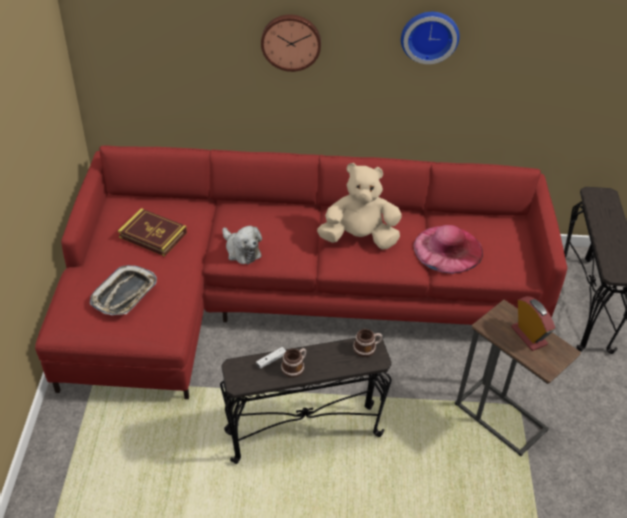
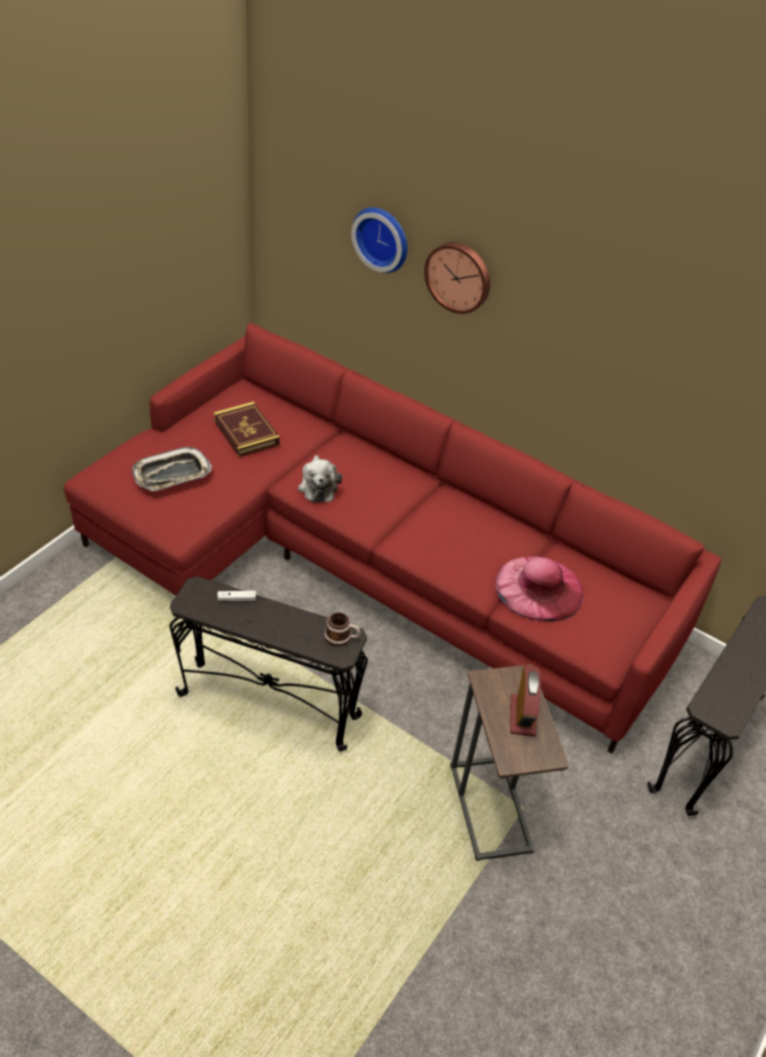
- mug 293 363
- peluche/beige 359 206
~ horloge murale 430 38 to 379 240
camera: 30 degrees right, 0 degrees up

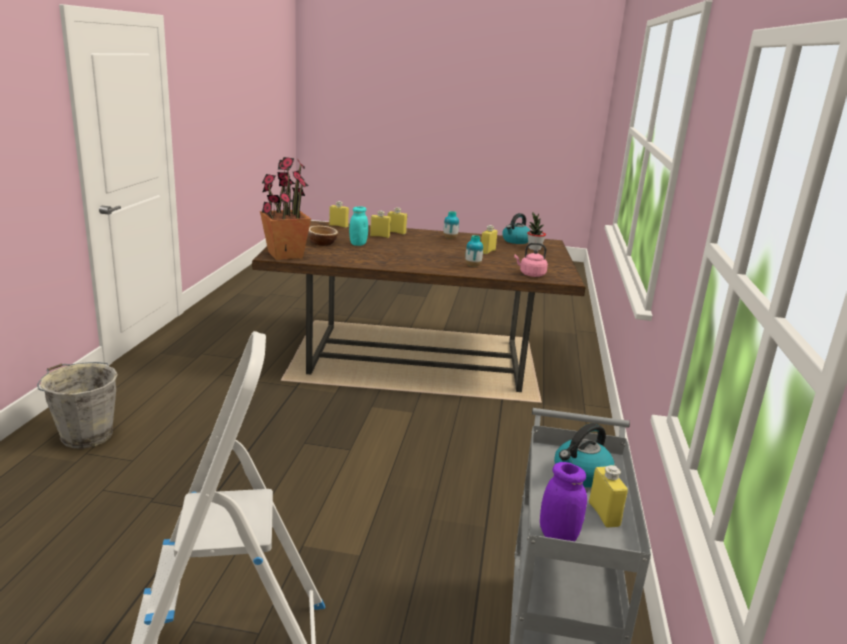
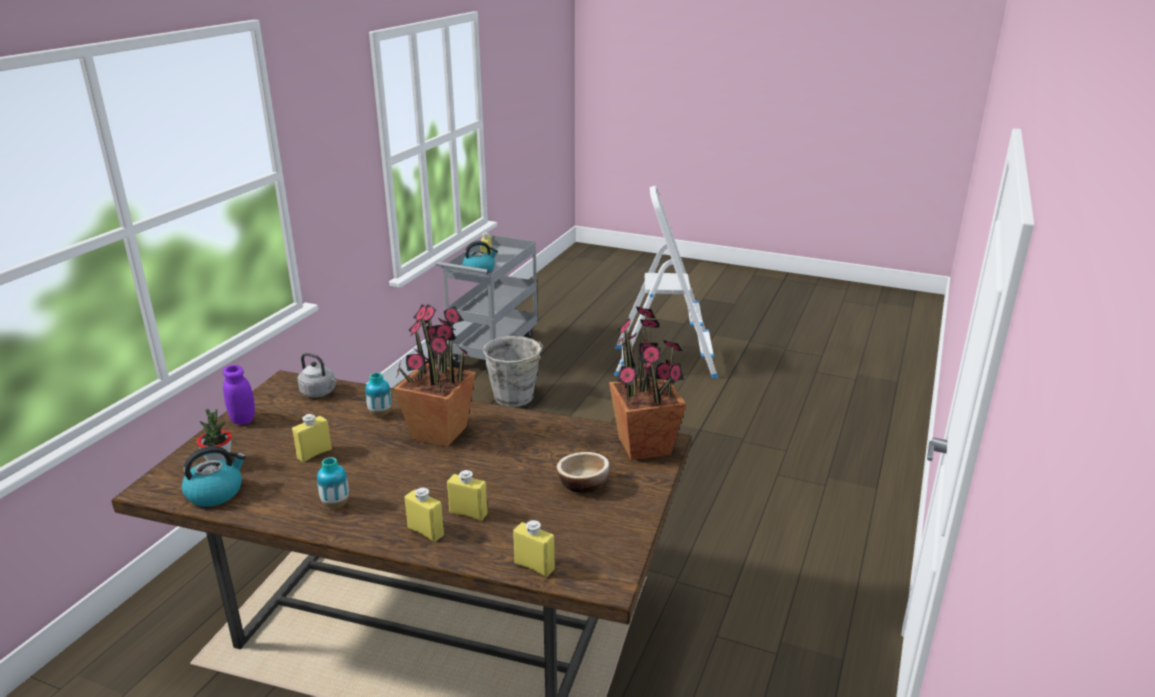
~ seau/gris 77 405 to 513 371
- bocal/turquoise 358 226
~ bouilloire/rose 531 260 to bouilloire/gris 317 375
~ bocal/violet 563 501 to 239 395
+ plante en pot 435 375
camera: 165 degrees left, 5 degrees up

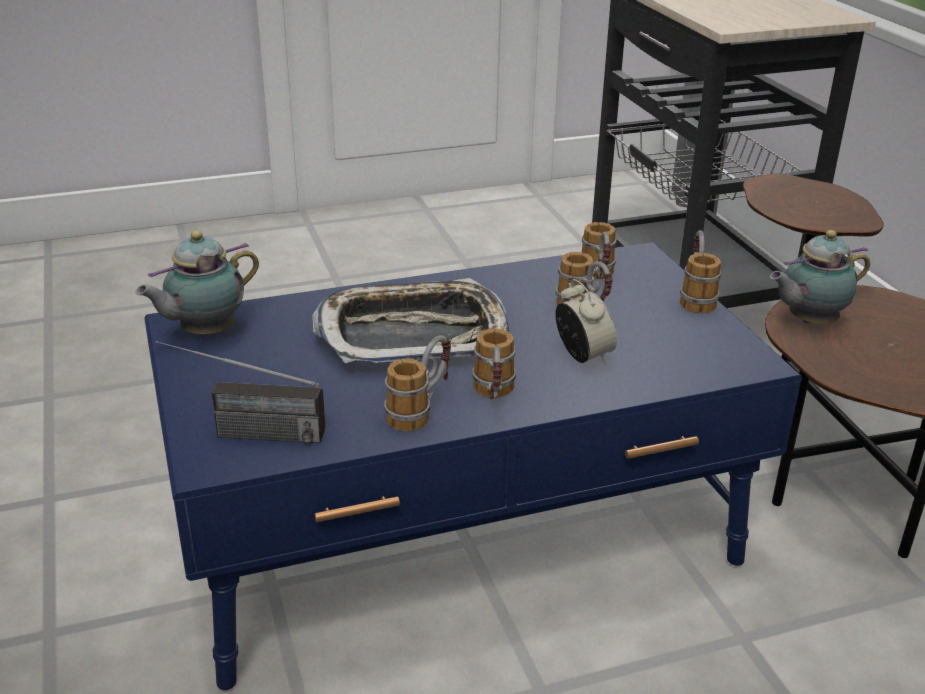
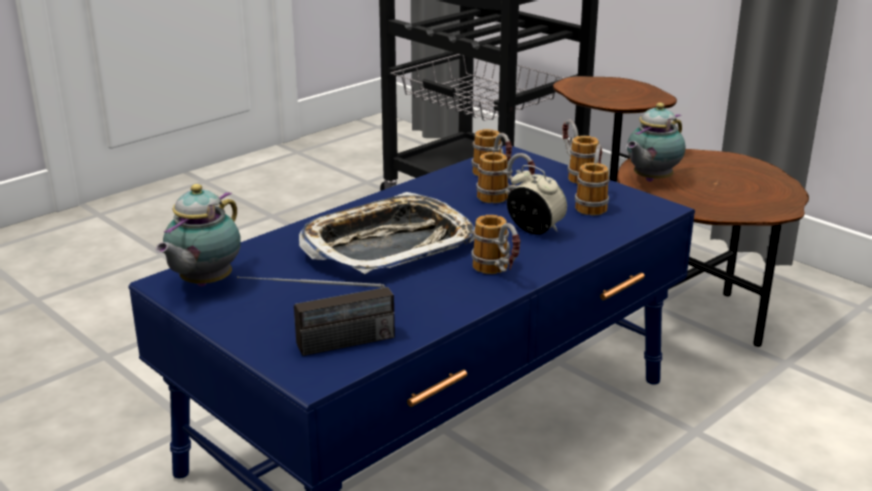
~ mug 417 383 to 592 179
camera: 25 degrees left, 5 degrees down

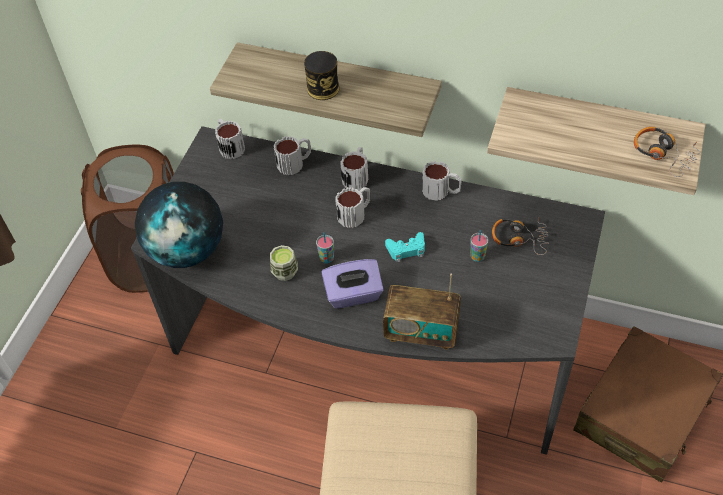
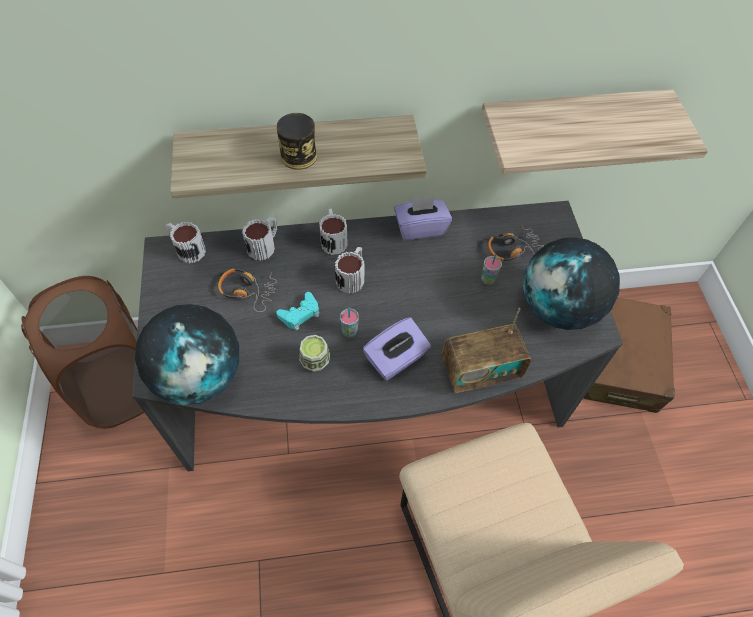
~ manette/turquoise 405 247 to 297 311
~ mug 442 181 to boîte à mouchoirs/violet 423 218
~ casque audio 667 152 to 247 290
+ globe 571 283
camera: 30 degrees left, 5 degrees up

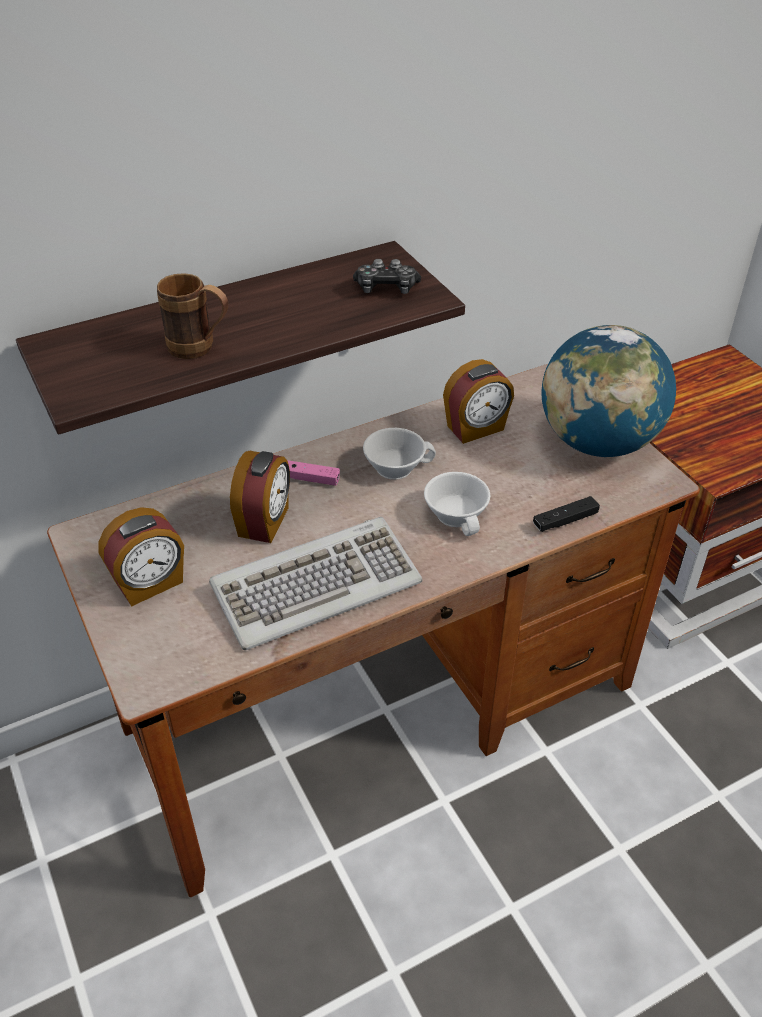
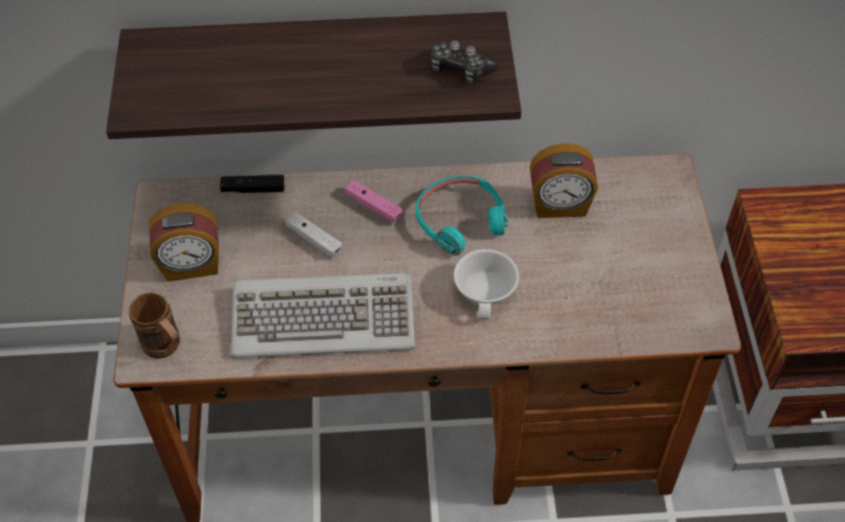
~ mug/marron 192 316 to 154 325
~ réveil 260 497 to manette/blanc 313 235
~ tasse/blanc 399 454 to casque audio/turquoise 462 215
~ manette/noir 566 514 to 252 184
- globe 609 391
camera: 25 degrees right, 10 degrees up

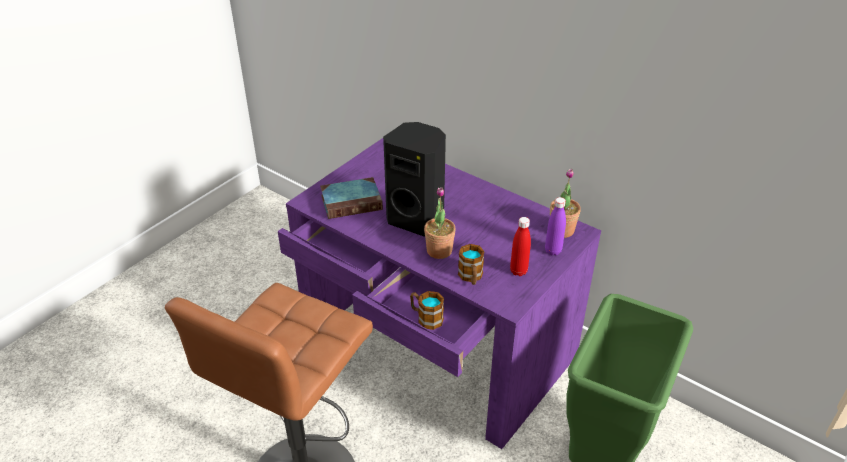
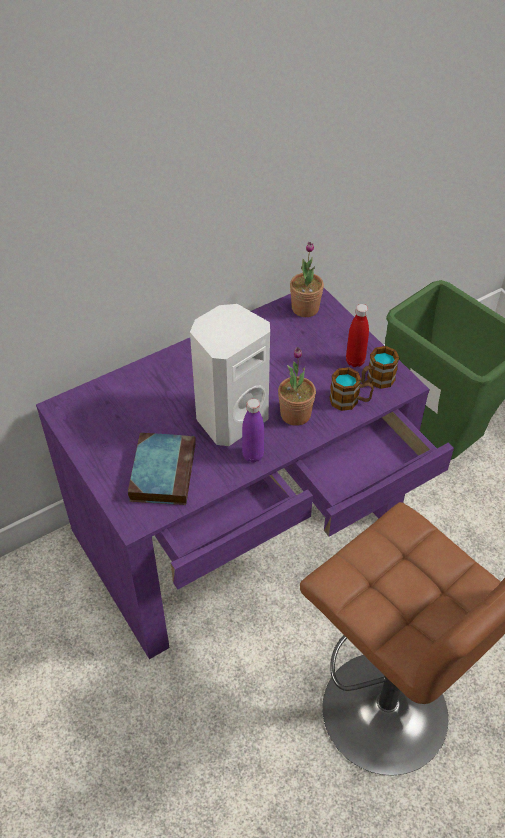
~ enceinte/noir 414 179 to enceinte/blanc 230 375
~ mug 427 310 to 380 367
~ bouteille/violet 555 226 to 253 431
camera: 70 degrees left, 10 degrees up

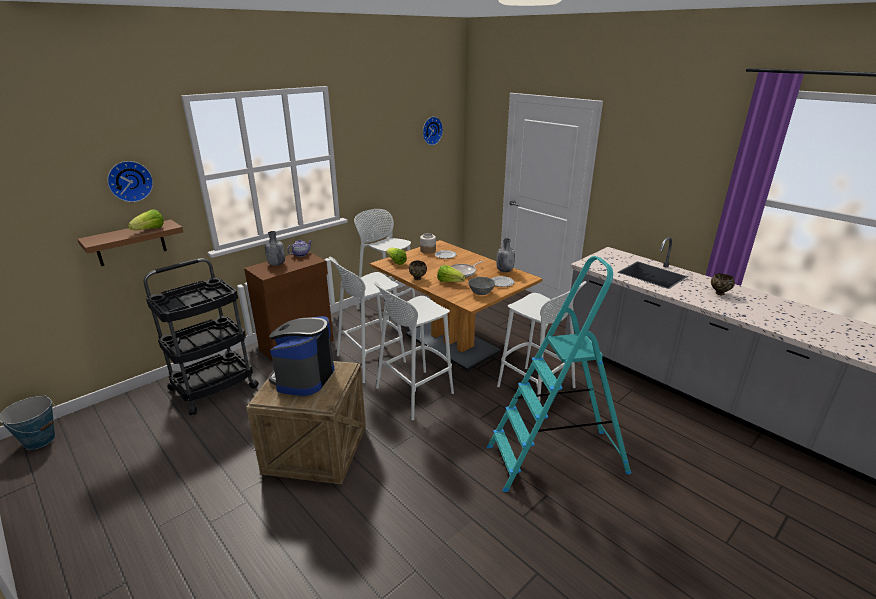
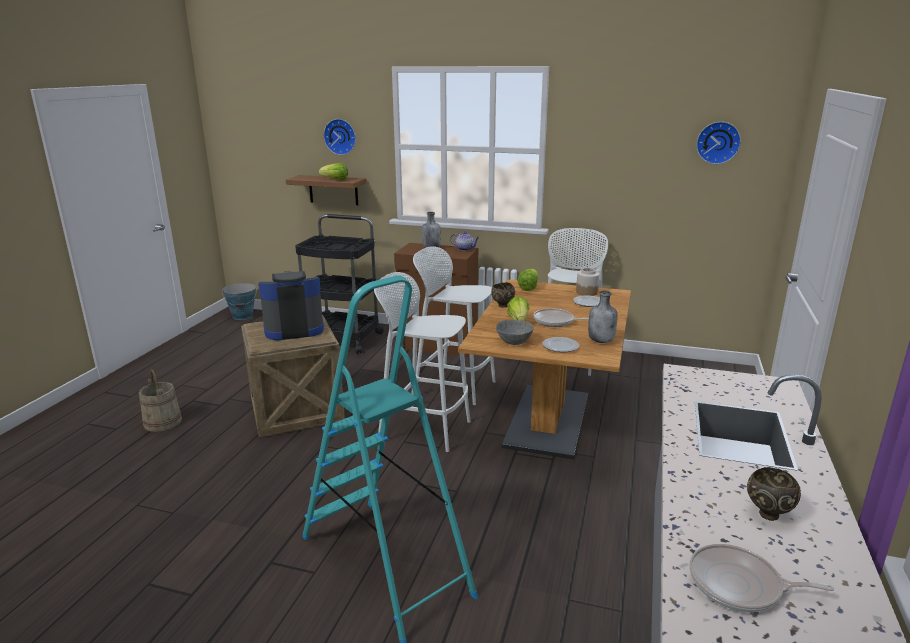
- tabouret/blanc 542 341
+ seau/beige 160 400
+ poêle 761 578
camera: 60 degrees right, 5 degrees down

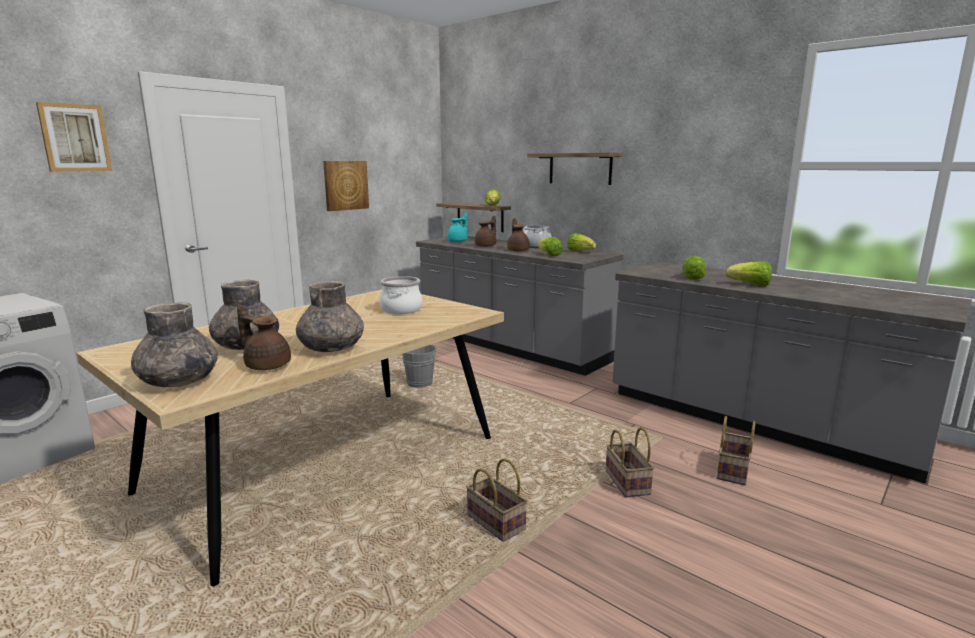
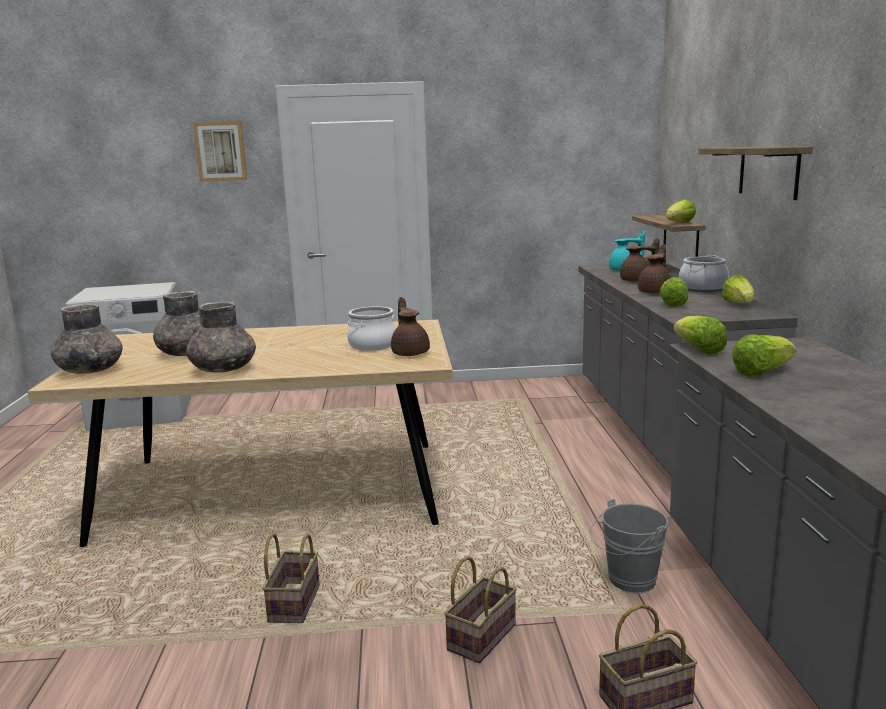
~ théière/marron 264 337 to 410 326
- tableau 346 186
~ seau/gris 417 366 to 629 546
~ laitue 749 273 to 700 335
camera: 45 degrees right, 0 degrees up

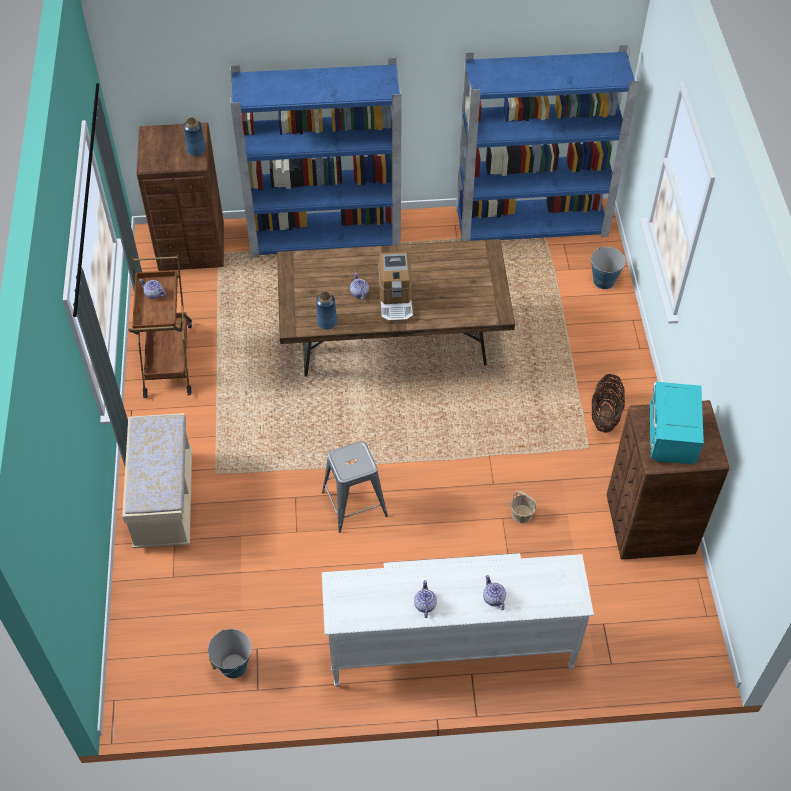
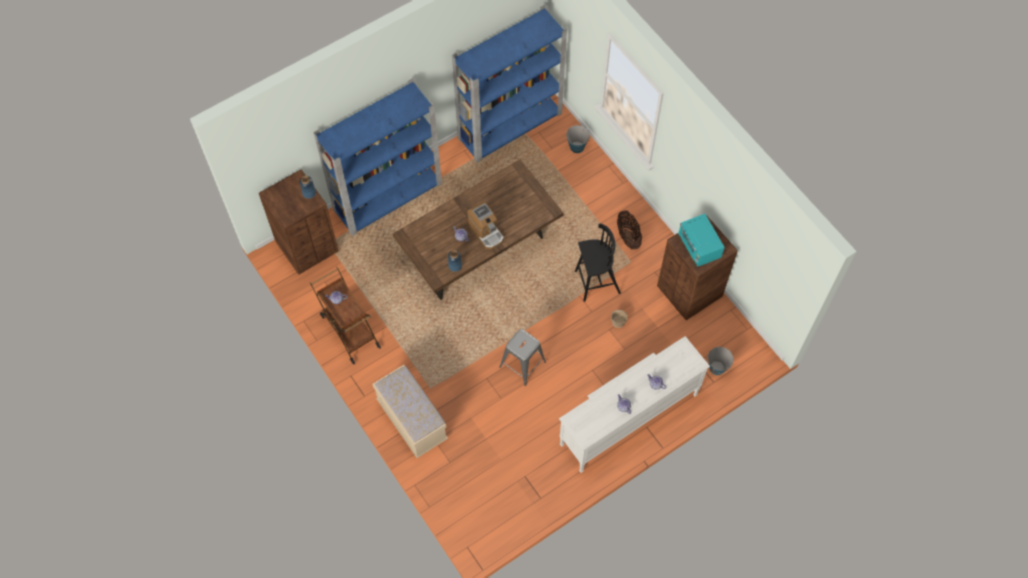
~ seau 229 653 to 720 361
+ tabouret/noir 598 262
camera: 30 degrees left, 10 degrees up

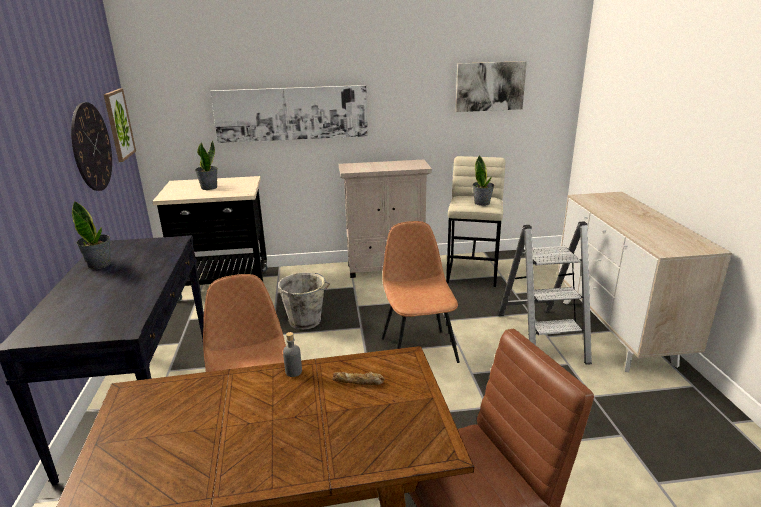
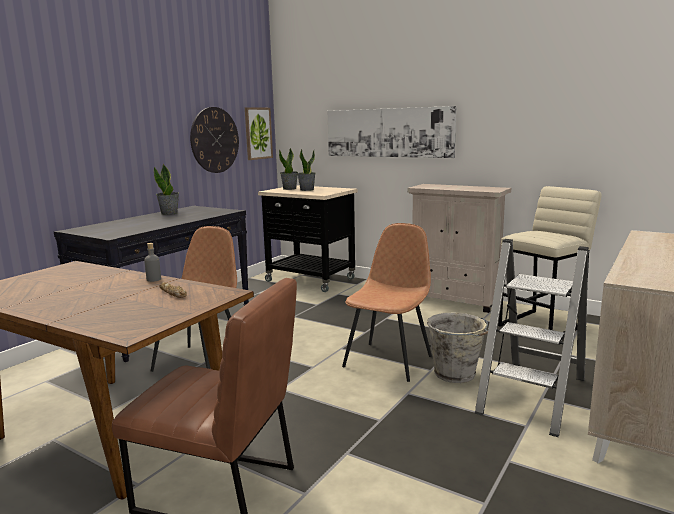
~ seau/gris 304 301 to 457 347
- tableau 491 86
~ plante en pot 484 180 to 288 169
camera: 40 degrees right, 10 degrees down

